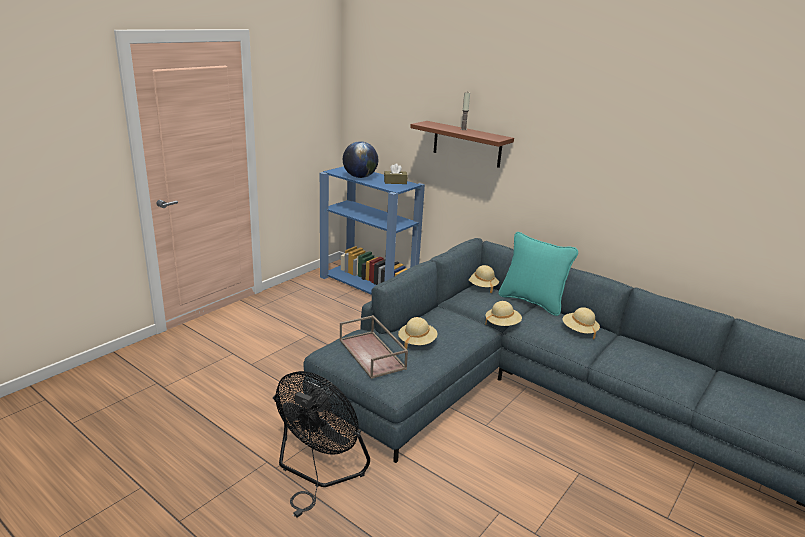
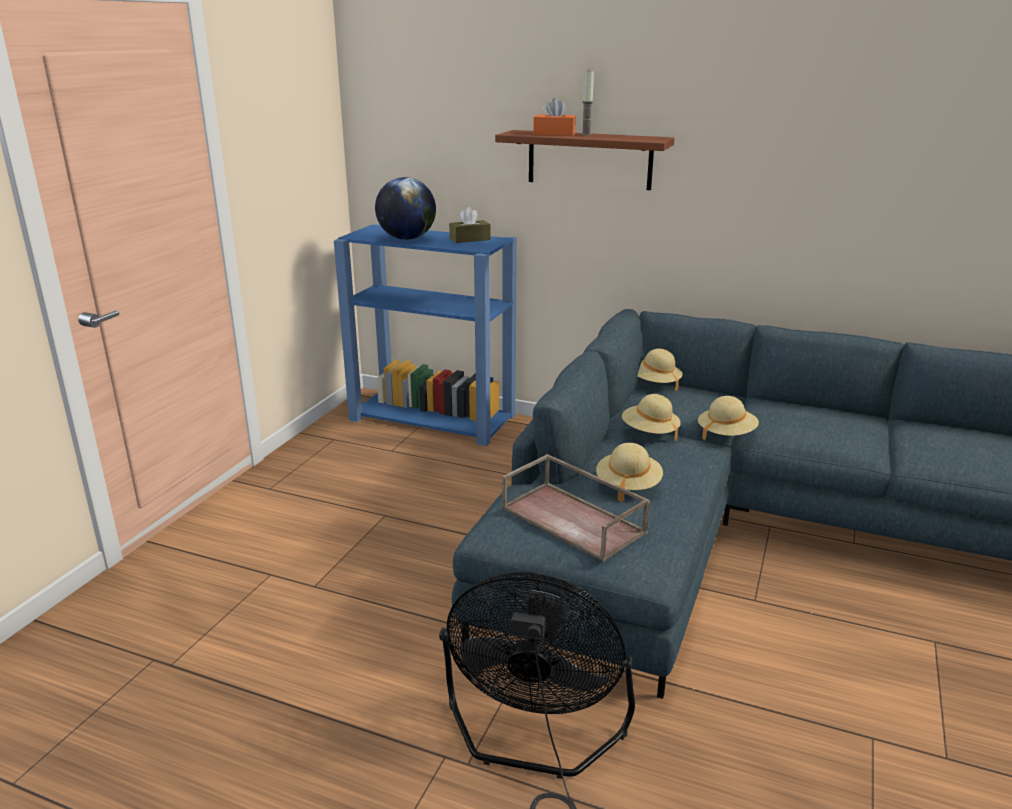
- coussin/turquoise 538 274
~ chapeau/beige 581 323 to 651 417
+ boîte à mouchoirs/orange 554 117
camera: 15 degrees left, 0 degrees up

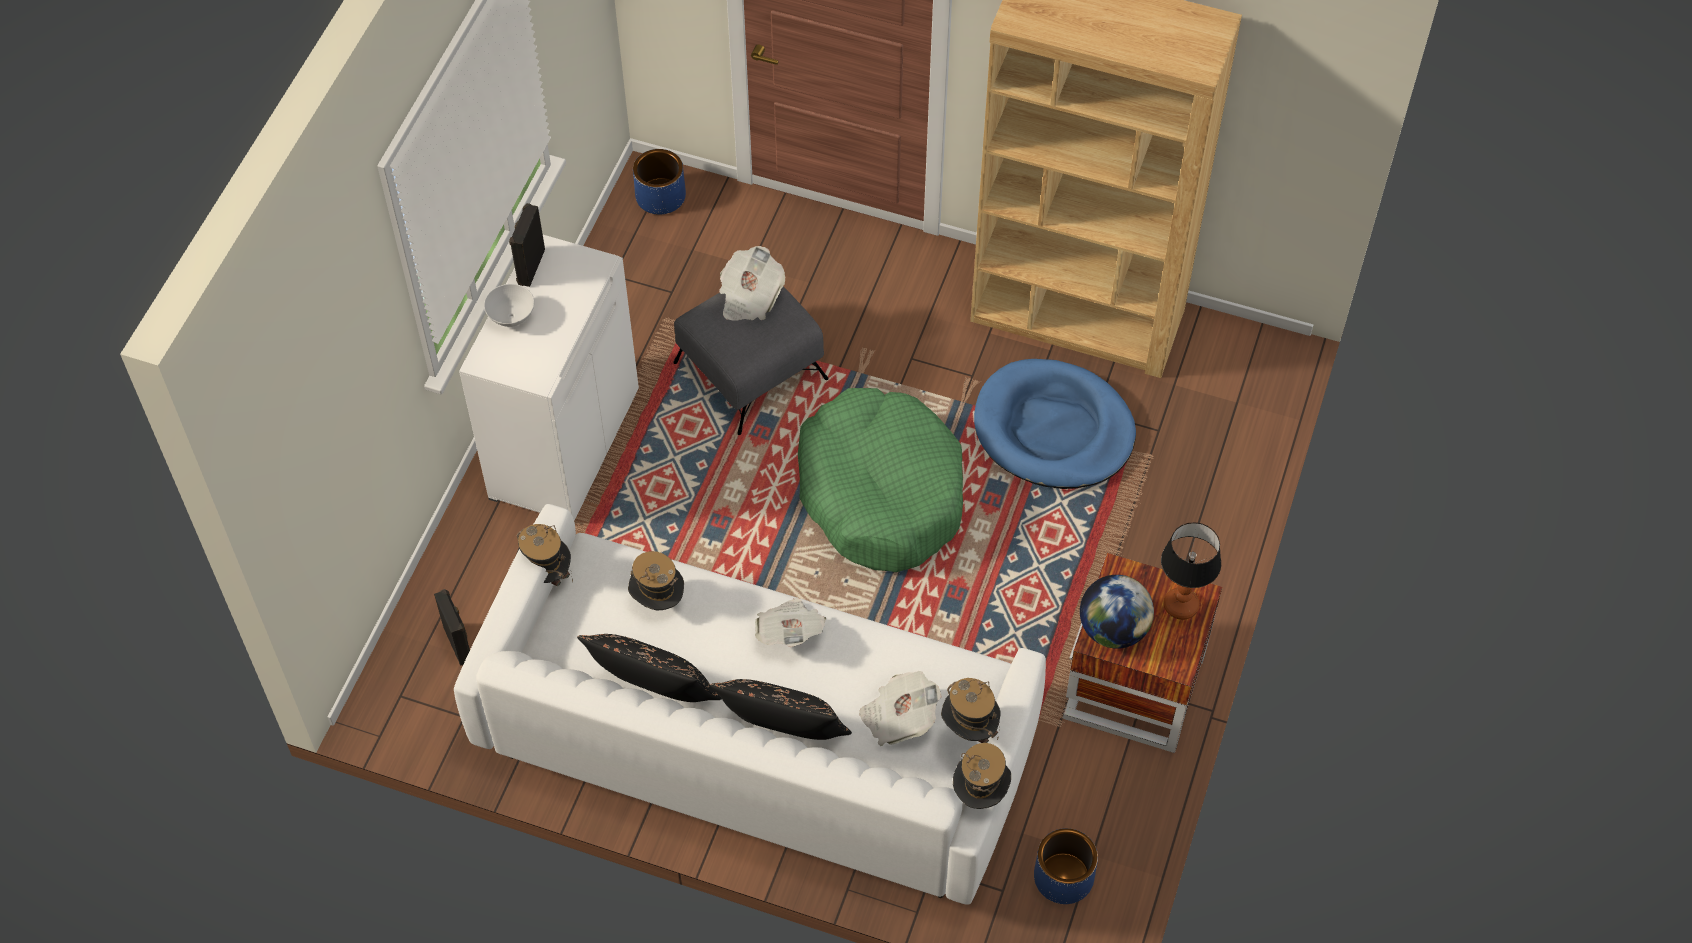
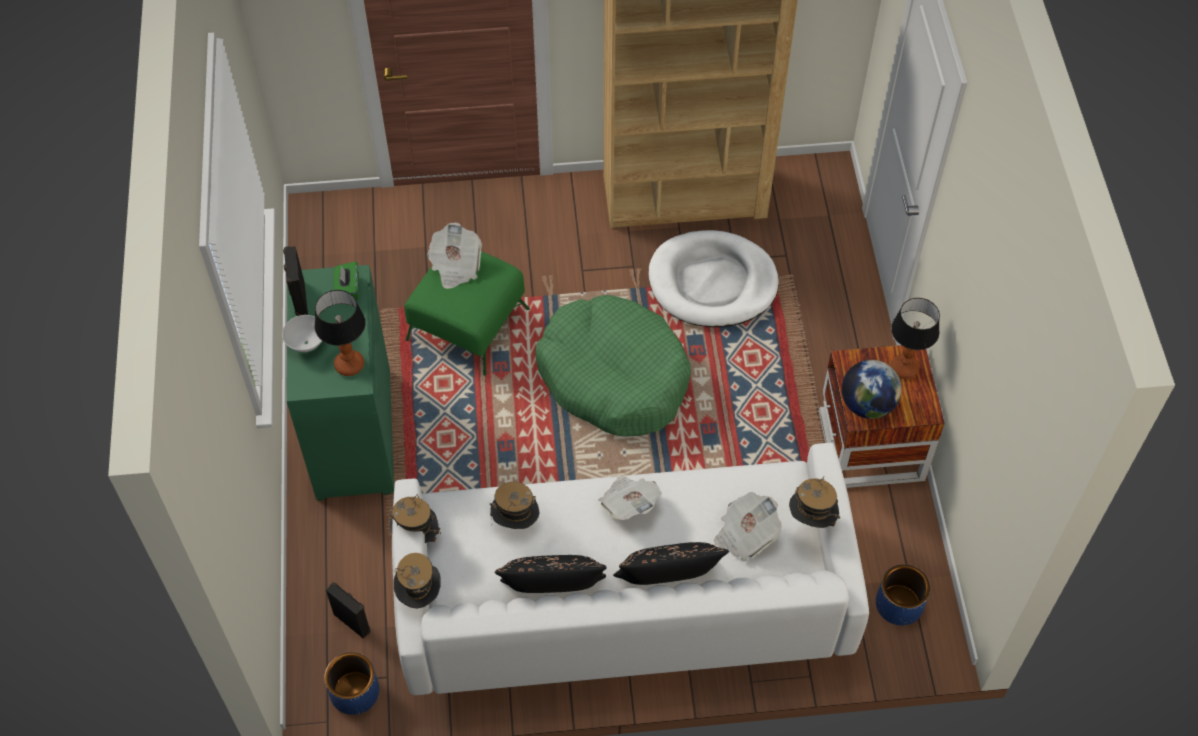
~ meuble de rangement/blanc 549 378 to meuble de rangement/vert 340 382
~ cache-pot/bleu 659 182 to 351 683
~ pouf/gris 751 360 to pouf/vert 467 313
~ chapeau 982 776 to 417 580
~ panier pour chien/bleu 1055 424 to panier pour chien/blanc 713 278
+ lampe de table 340 333
+ boîte à mouchoirs/vert 346 280
camera: 25 degrees left, 0 degrees up

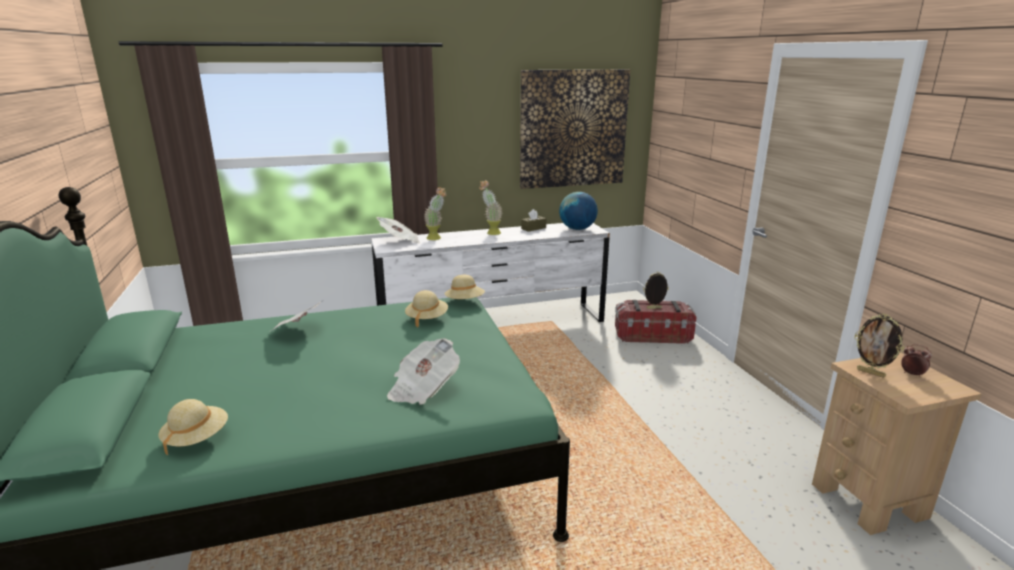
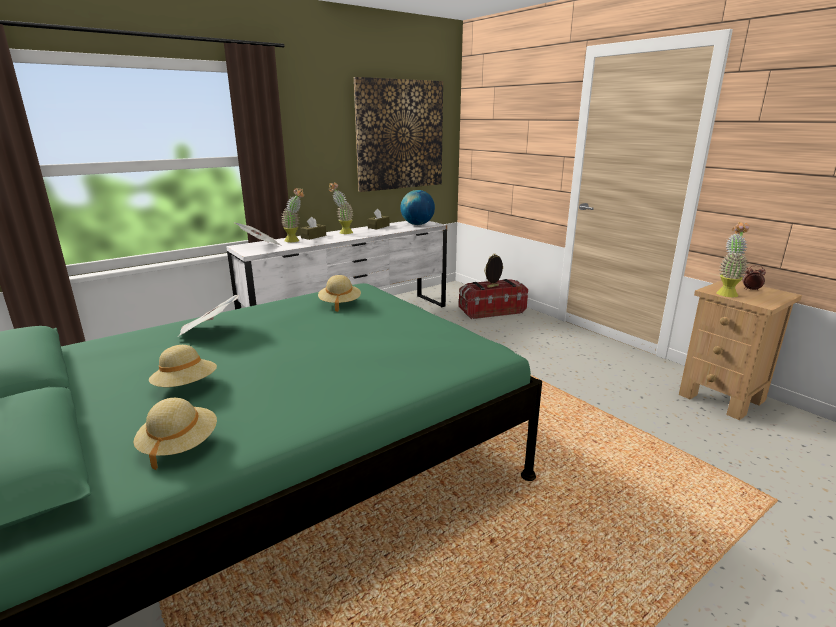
- journal 423 371
~ chapeau/beige 465 287 to 183 366
~ cadre photo 879 346 to plante en pot 732 259
+ boîte à mouchoirs/marron 313 228
camera: 20 degrees left, 0 degrees up

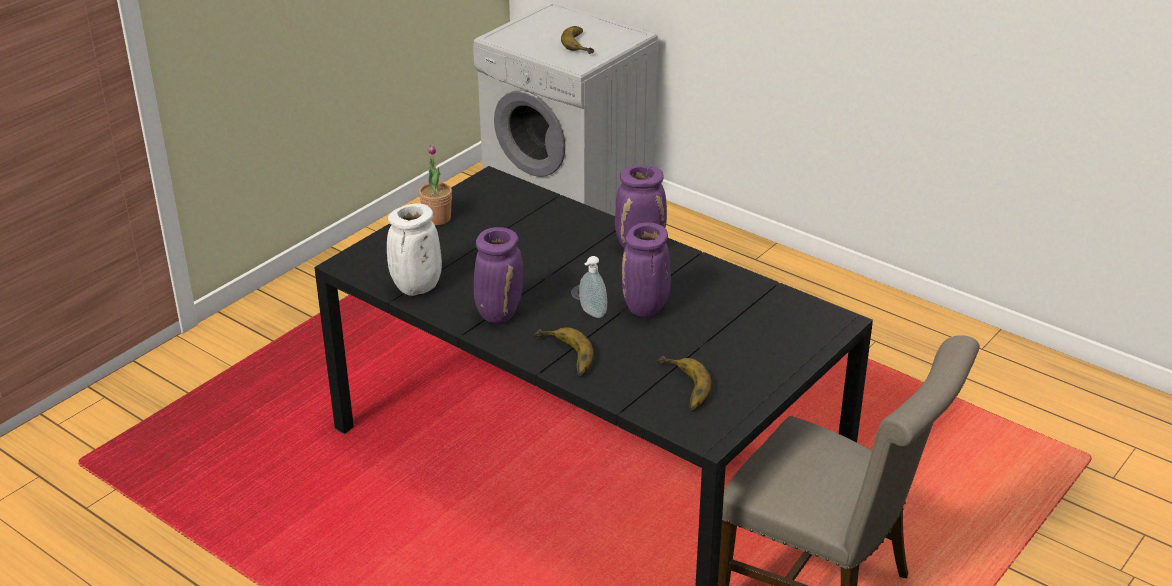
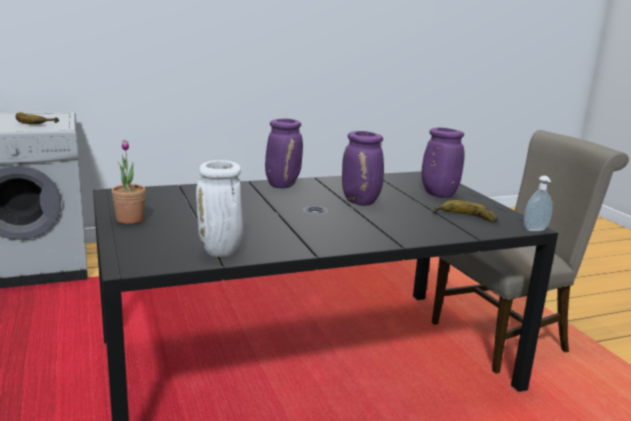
~ vase/violet 498 275 to 443 163
- banane 564 352
~ distributeur de savon 593 287 to 538 203
camera: 60 degrees left, 15 degrees down

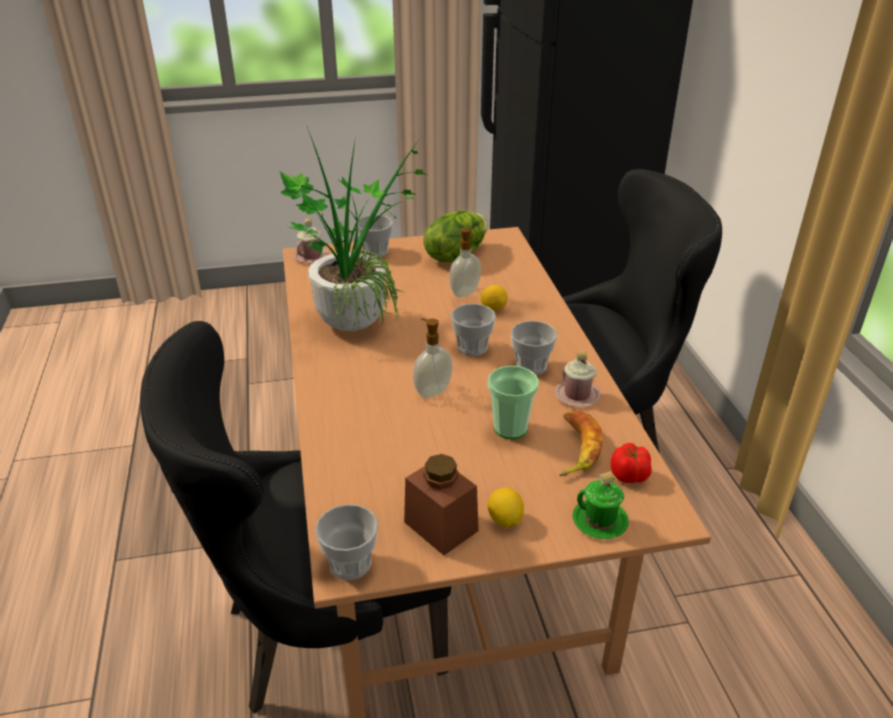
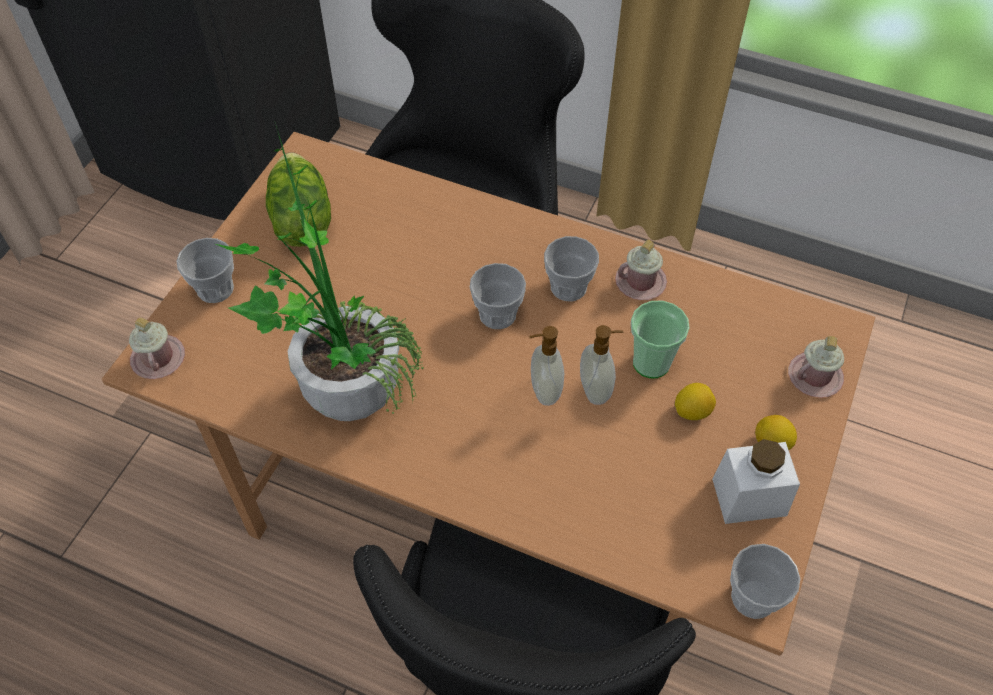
~ bocal/marron 441 504 to bocal/blanc 756 481
~ distributeur de savon 465 262 to 601 365
~ citron 494 298 to 695 401
- banane 581 443
~ mug/vert 601 505 to mug/rose 816 367
- tomate 631 463
camera: 55 degrees left, 20 degrees up

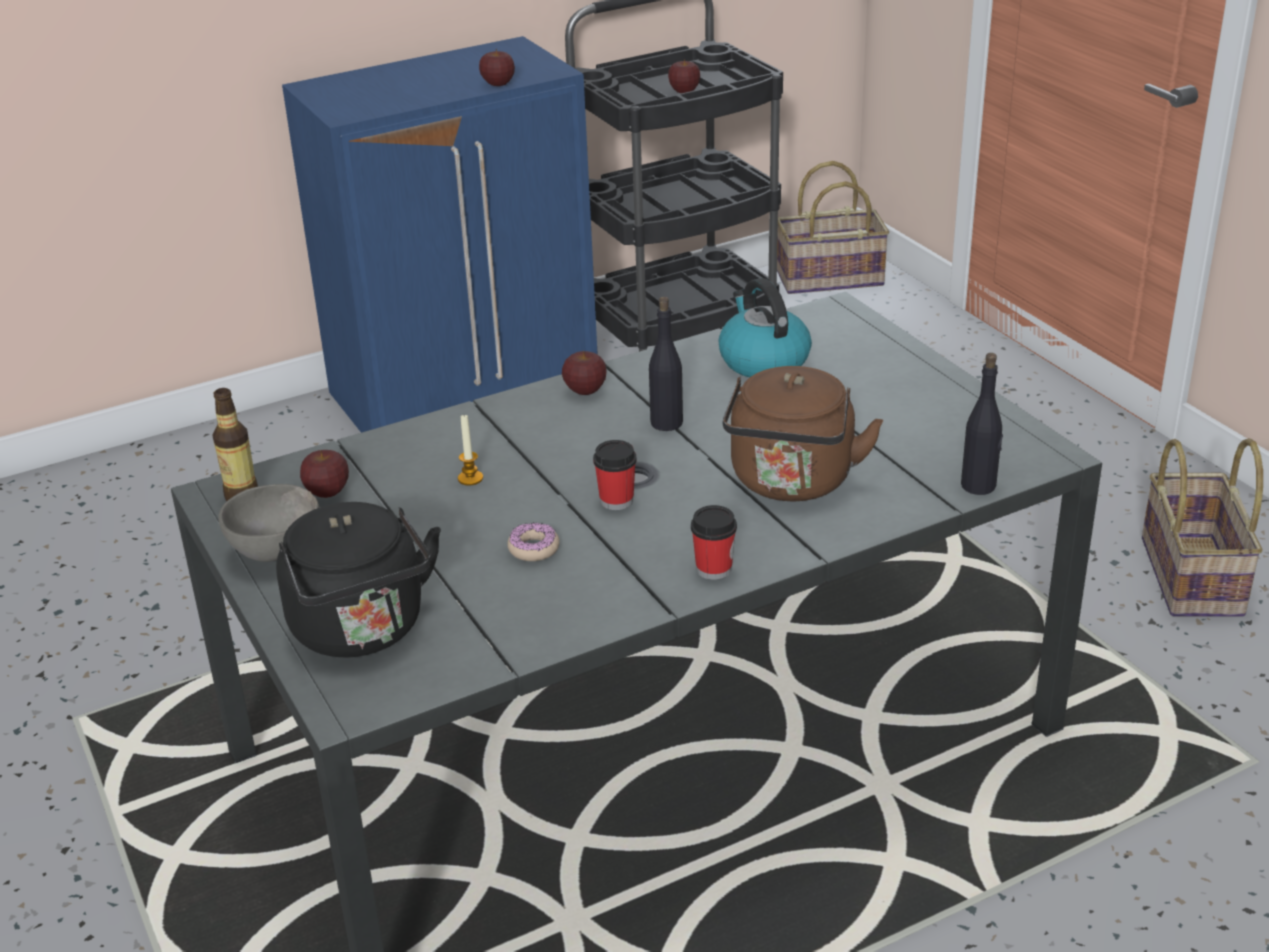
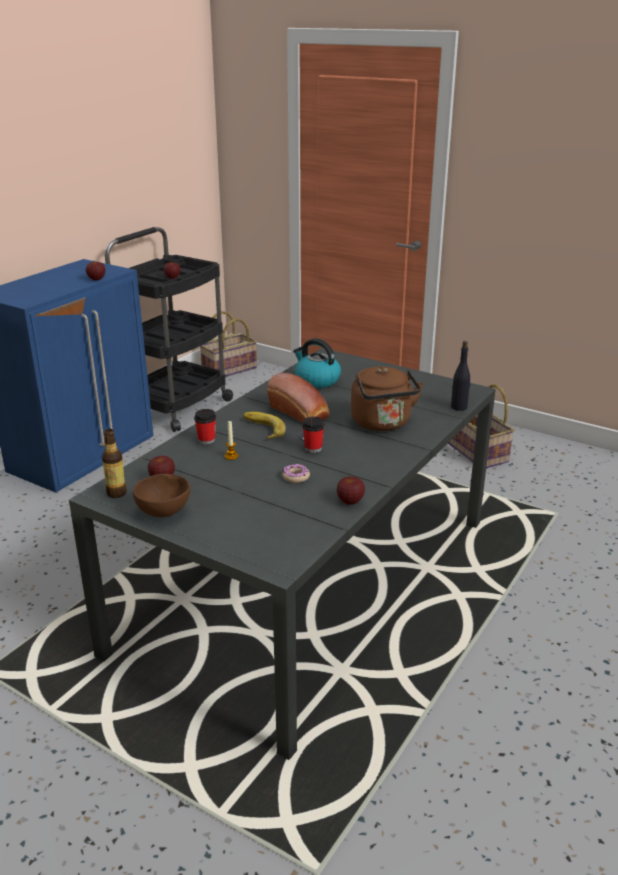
~ bol/gris 268 523 to bol/marron 161 495
- bouilloire/noir 358 580
~ pomme 584 373 to 351 490
~ bouteille/noir 666 364 to pain 298 397
~ tasse 714 542 to 205 426
+ banane 264 425
camera: 30 degrees left, 5 degrees down

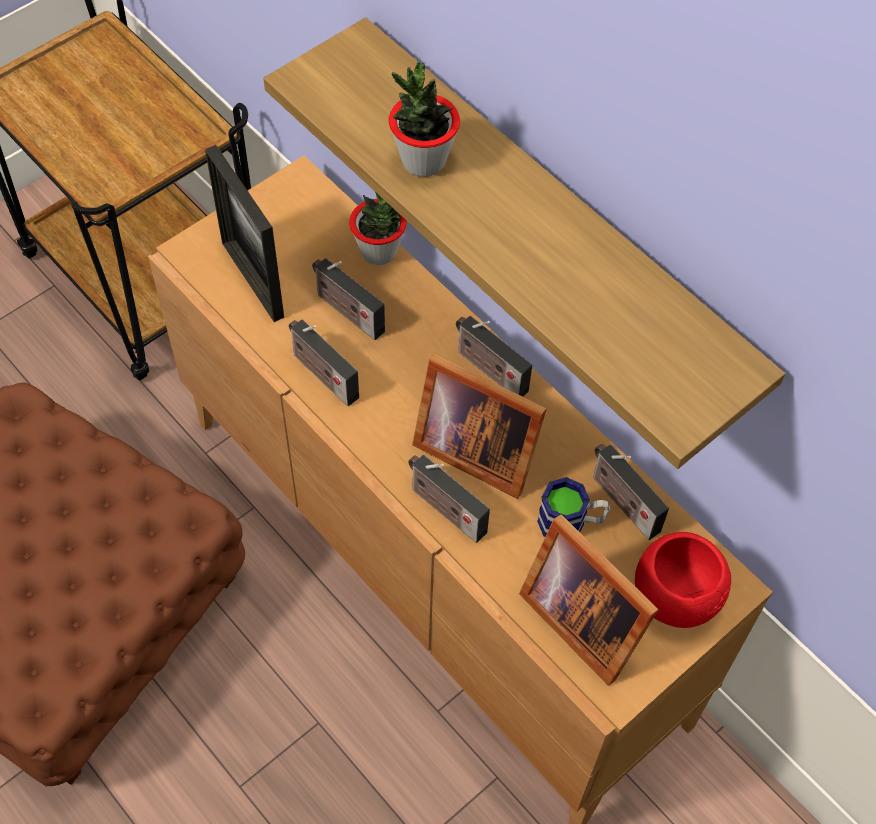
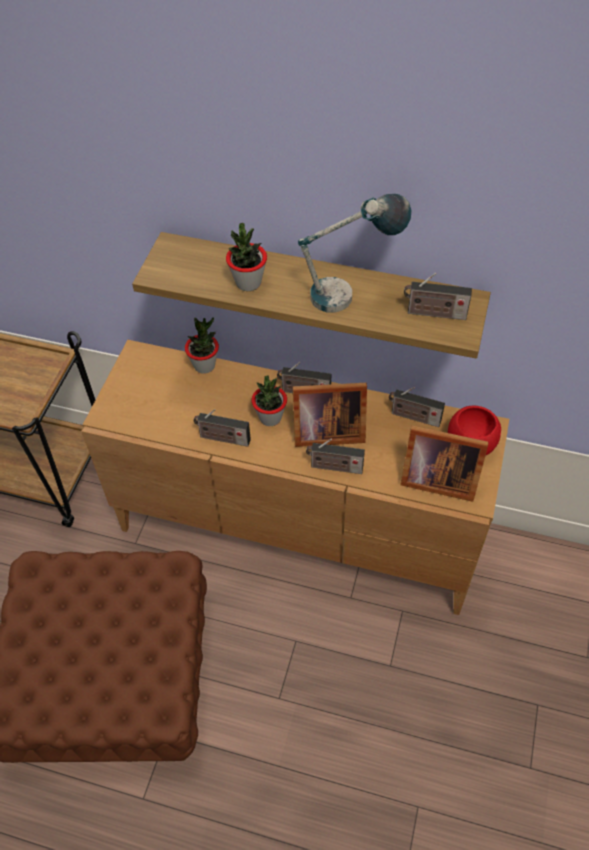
- cadre photo 244 233
~ radio 348 299 to 438 296
- mug 573 507
+ plante en pot 269 400
+ lampe de table 355 253
camera: 30 degrees left, 5 degrees down

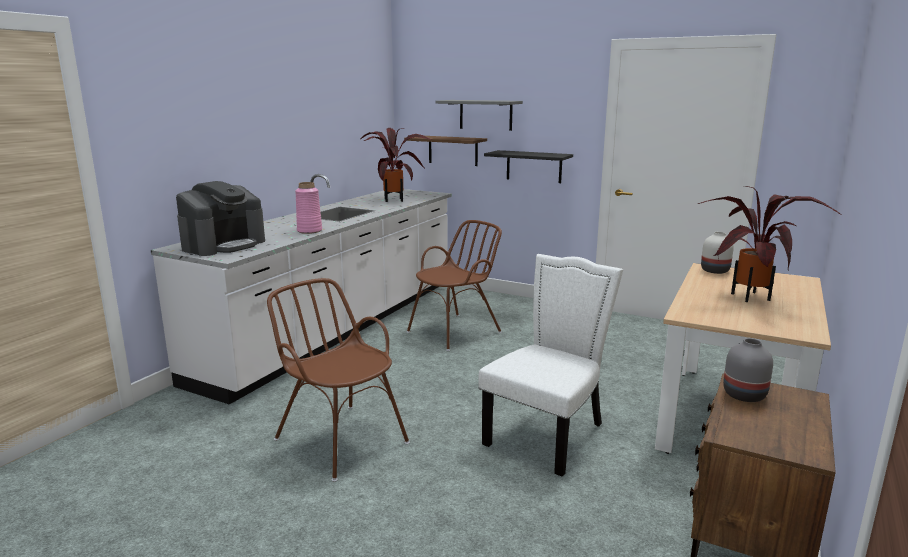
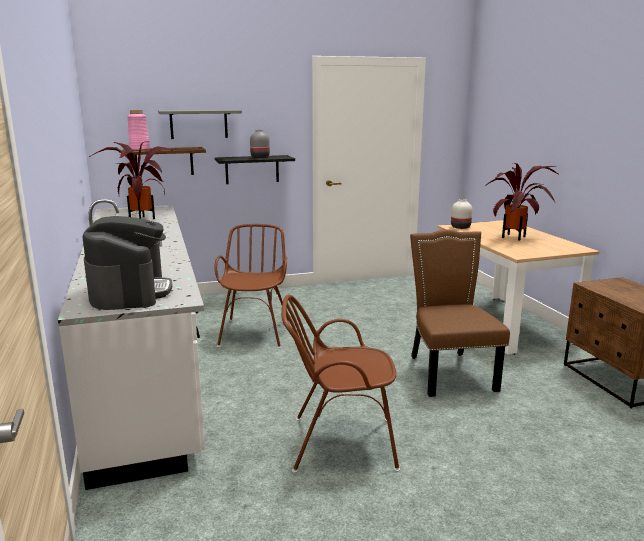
~ vase/rose 308 208 to 138 130
~ chaise/blanc 550 365 to chaise/marron 460 313
~ vase/gris 748 370 to 260 144
camera: 45 degrees left, 0 degrees up

